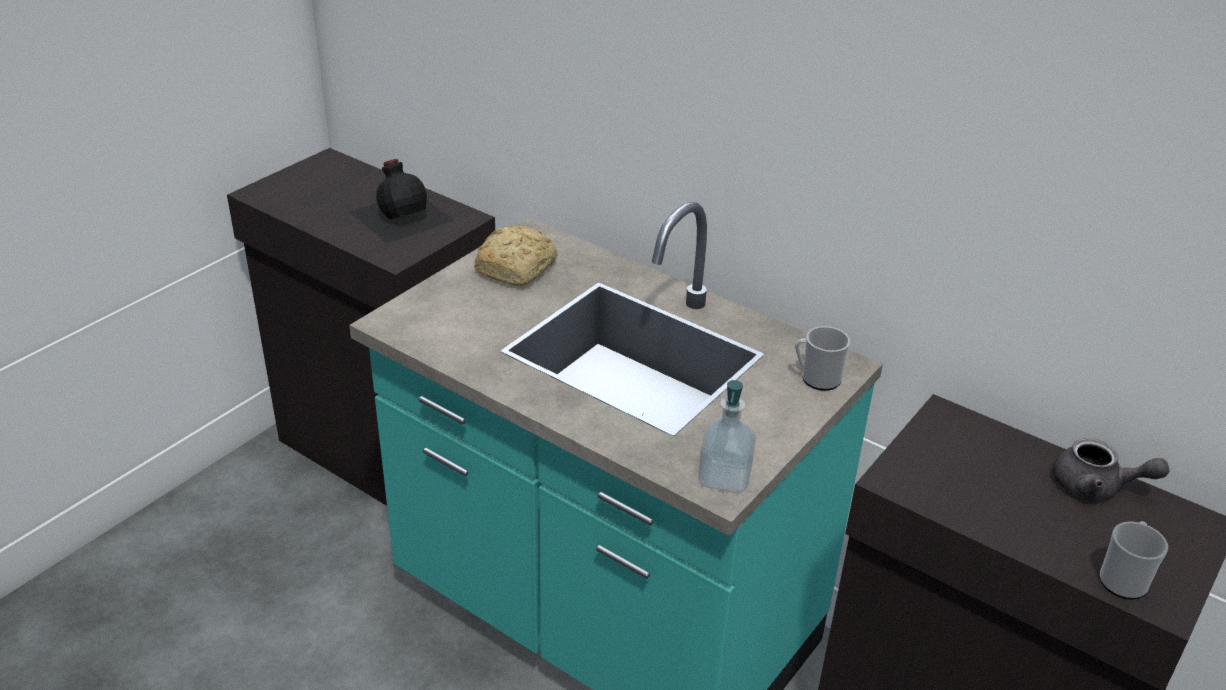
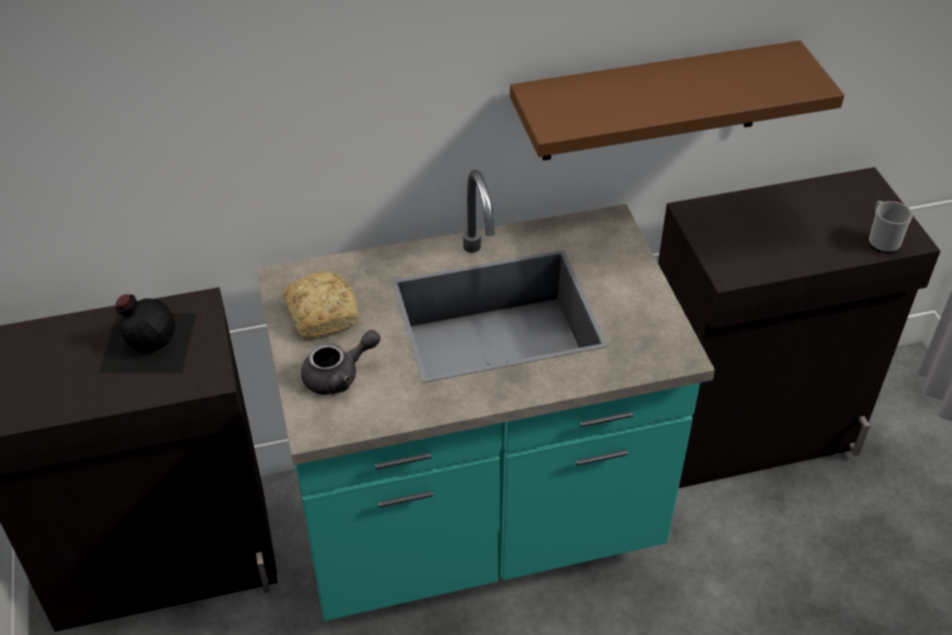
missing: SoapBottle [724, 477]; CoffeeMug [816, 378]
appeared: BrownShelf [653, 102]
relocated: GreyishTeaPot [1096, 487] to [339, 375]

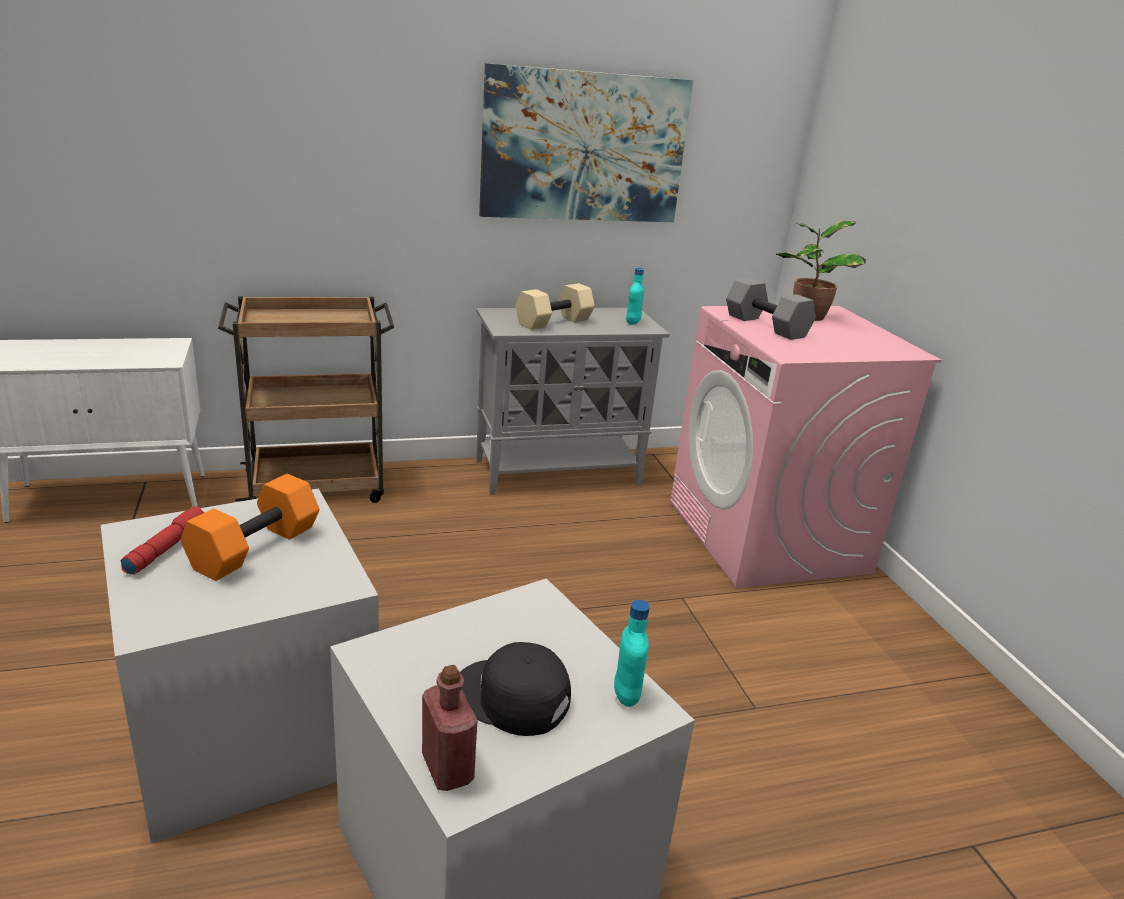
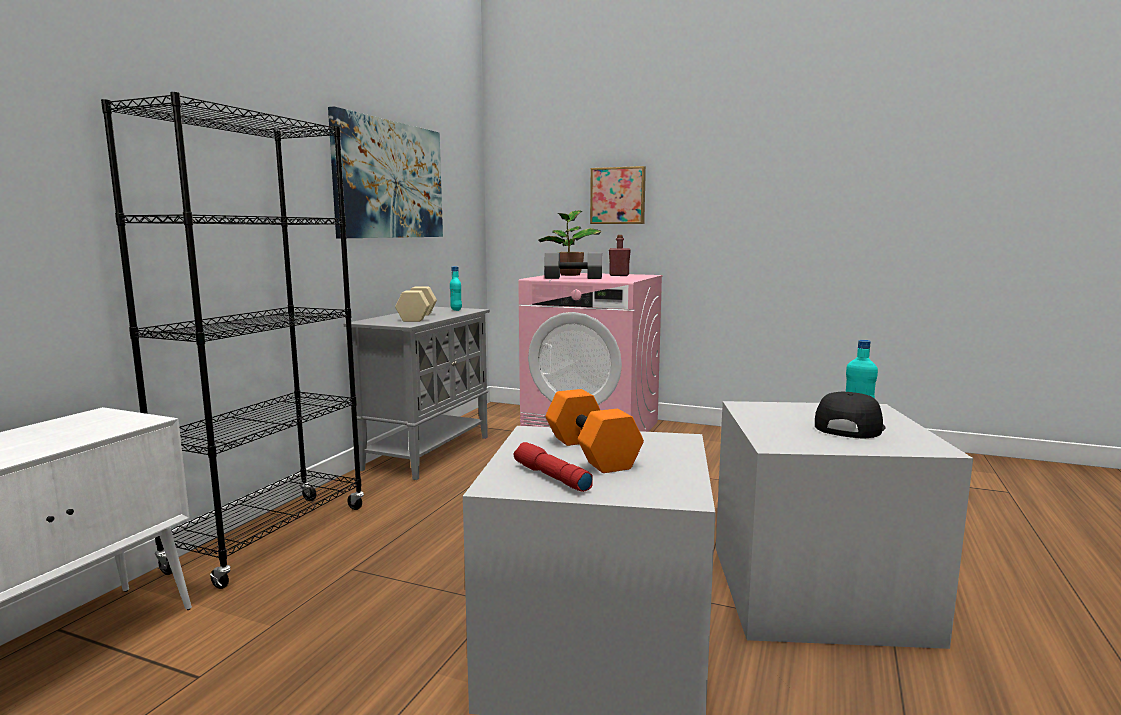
appeared: WallPicture [618, 196]
relocated: ReddishDrinkBottle [447, 768] to [619, 275]
exchanged: BrownWheeledCart [317, 486] to BlackBookshelf [271, 538]
spun: BlackCap [511, 698] = [848, 426] 150 degrees clockwise

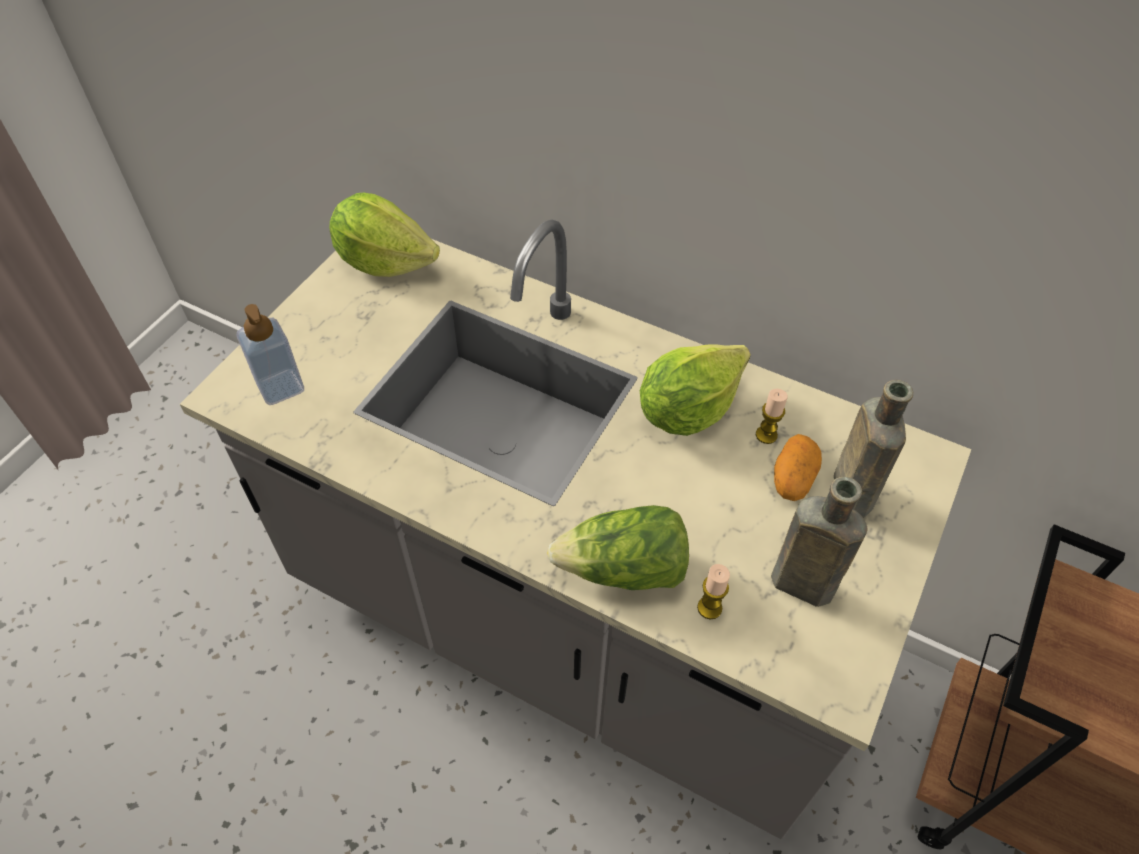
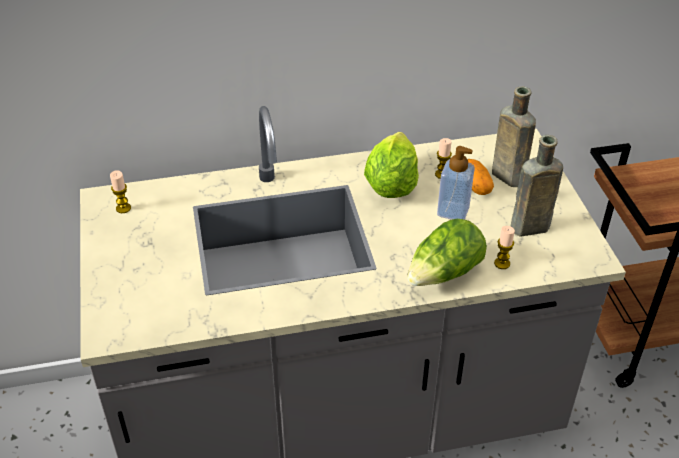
relocated: SoapBottle [280, 387] to [453, 211]
exchanged: Lettuce [384, 261] to Candle [123, 208]

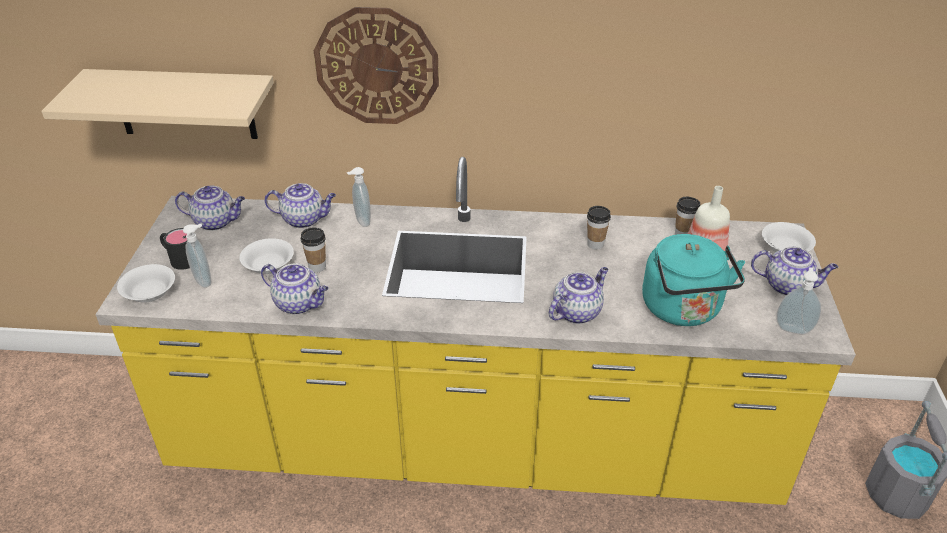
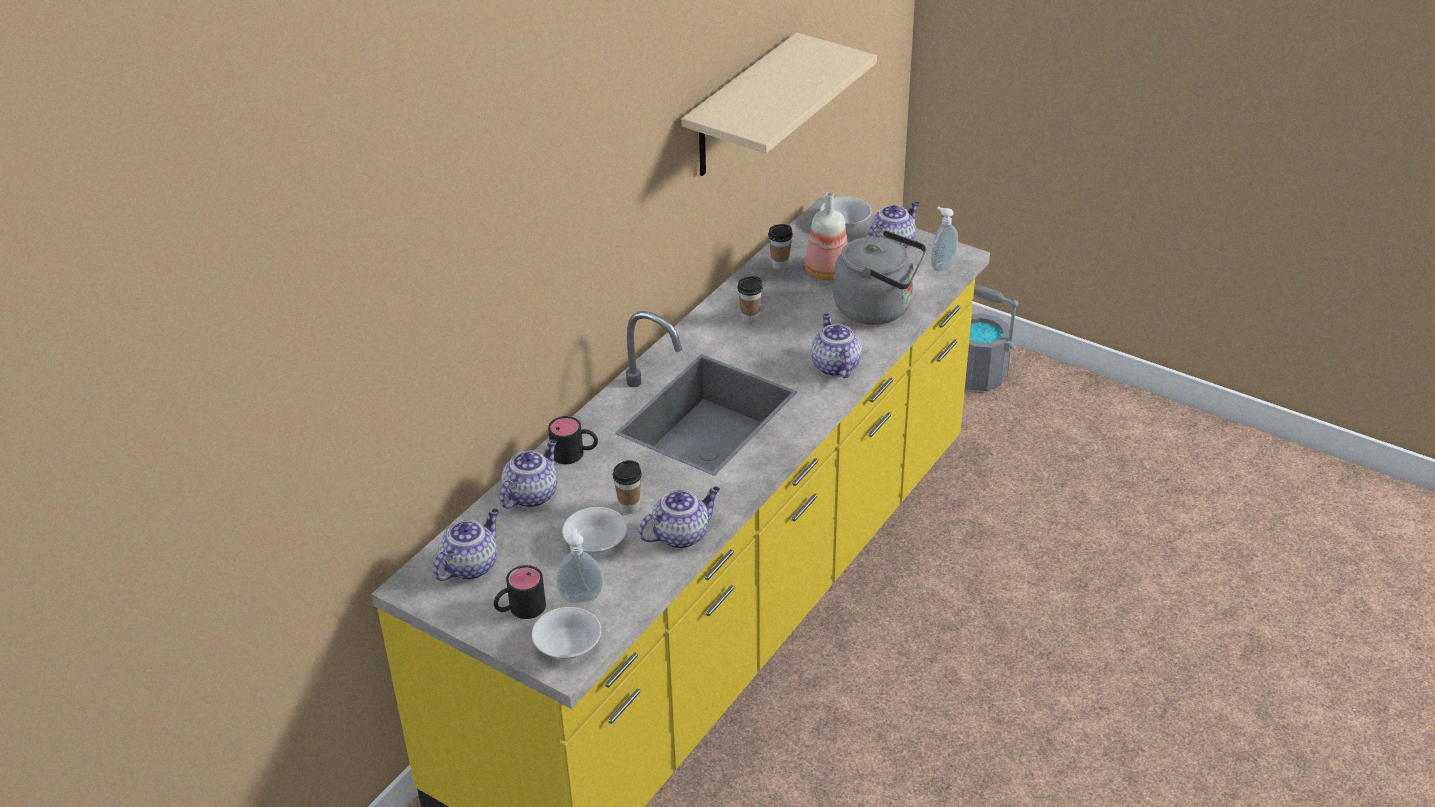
missing: ClockOnTheWall [377, 66]
relocated: BeigeColouredShelf [185, 104] to [741, 108]
exchanged: SoapBottle [361, 221] to BlackCoffeeMug [575, 454]
colour: TurquoiseColouredWaterKettle [683, 310] to GreyishWaterKettle [878, 308]

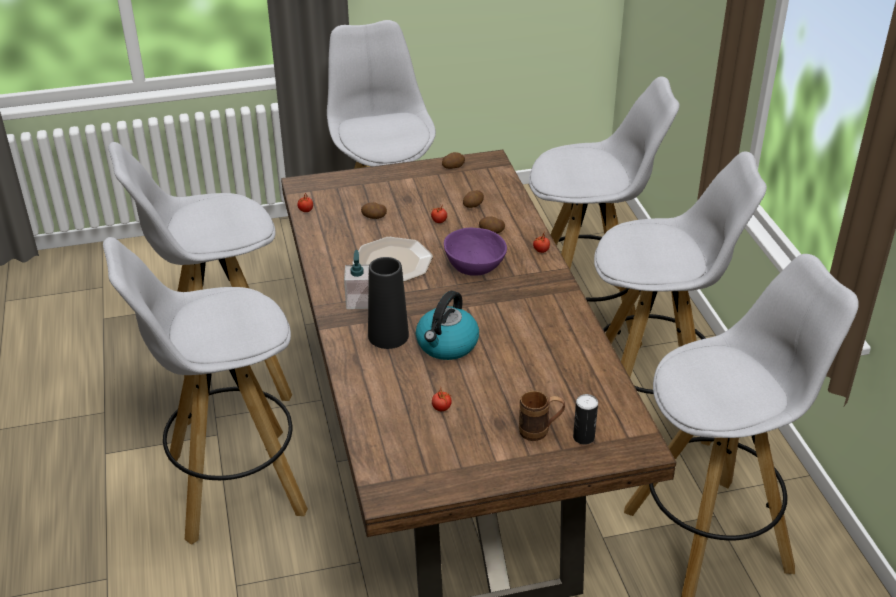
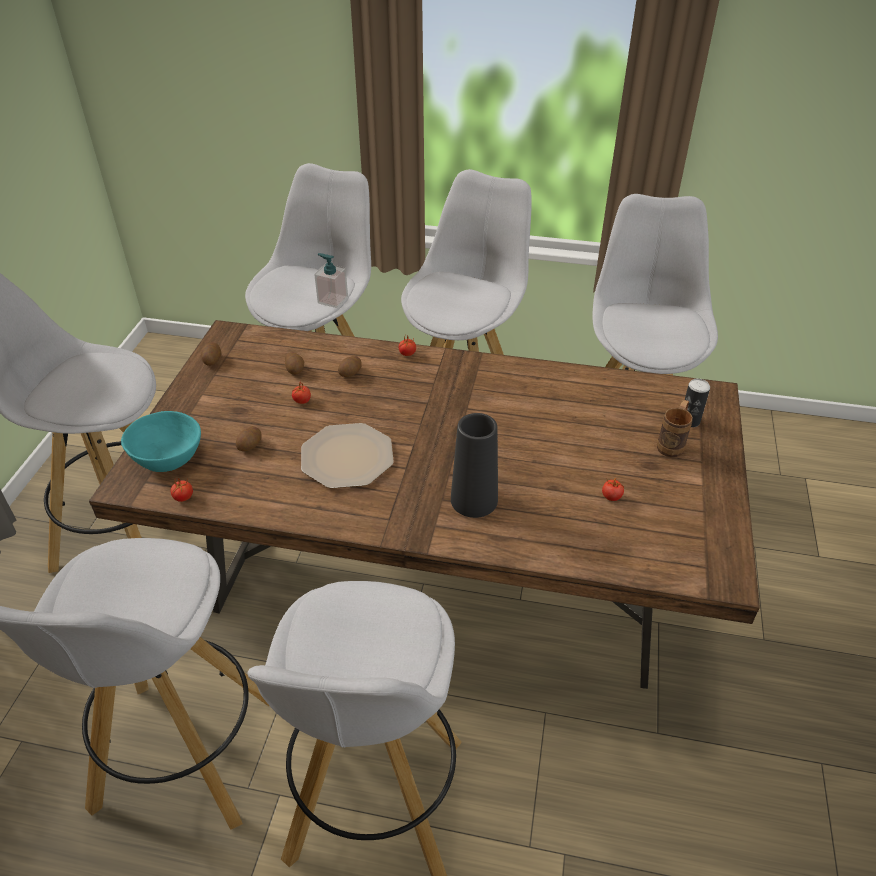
missing: WaterKettle [447, 345]; PurpleColouredDeepDish [473, 266]
appeared: TurquoiseColouredDeepDish [167, 458]
relocated: SoapBottle [359, 301] to [332, 300]

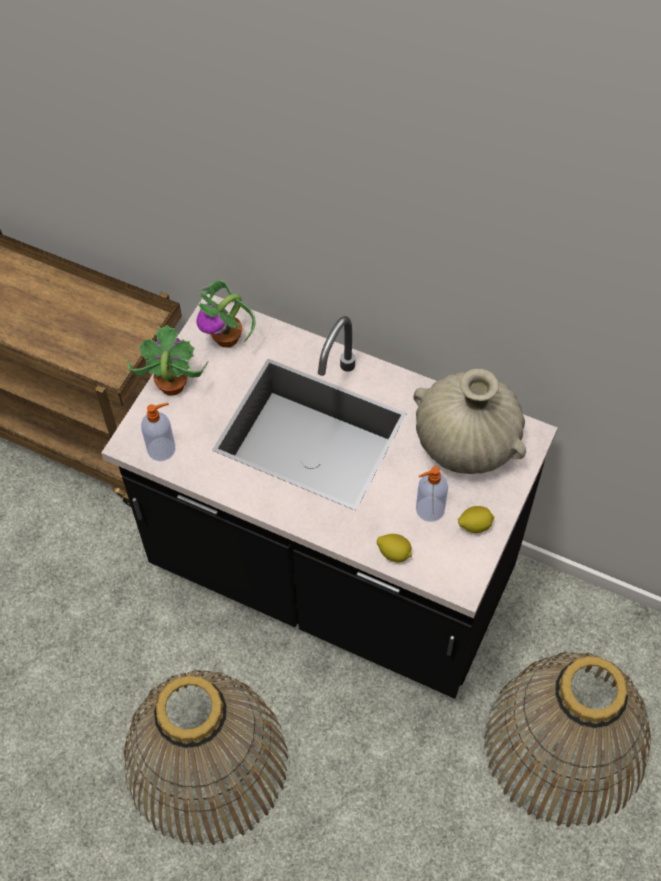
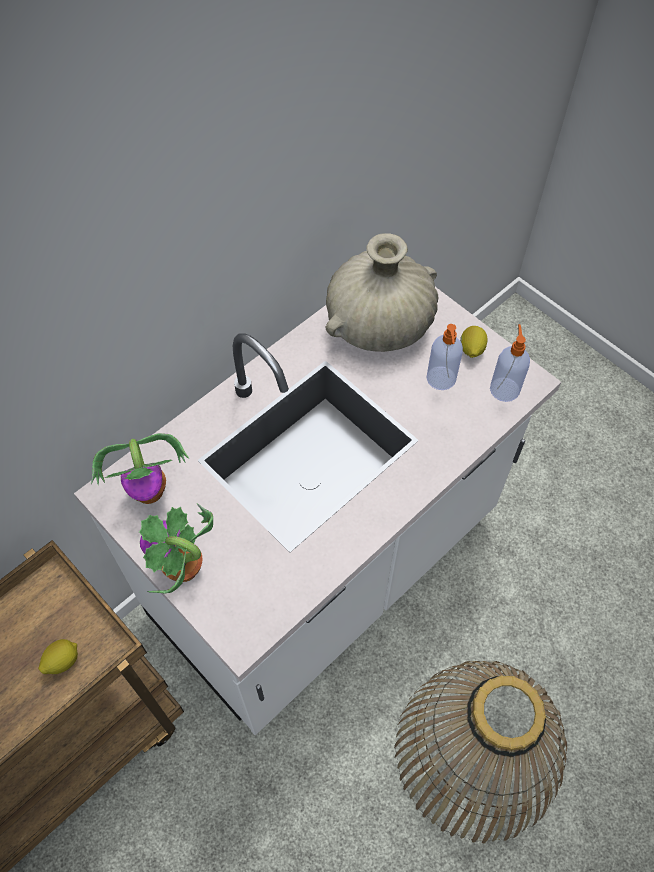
missing: StorageBasket [565, 745]
relocated: Lemon [394, 553] to [62, 661]; SoapBottle [162, 449] to [504, 388]
colour: BlackKitchenCounter [332, 574] to WhitishKitchenCounter [327, 568]

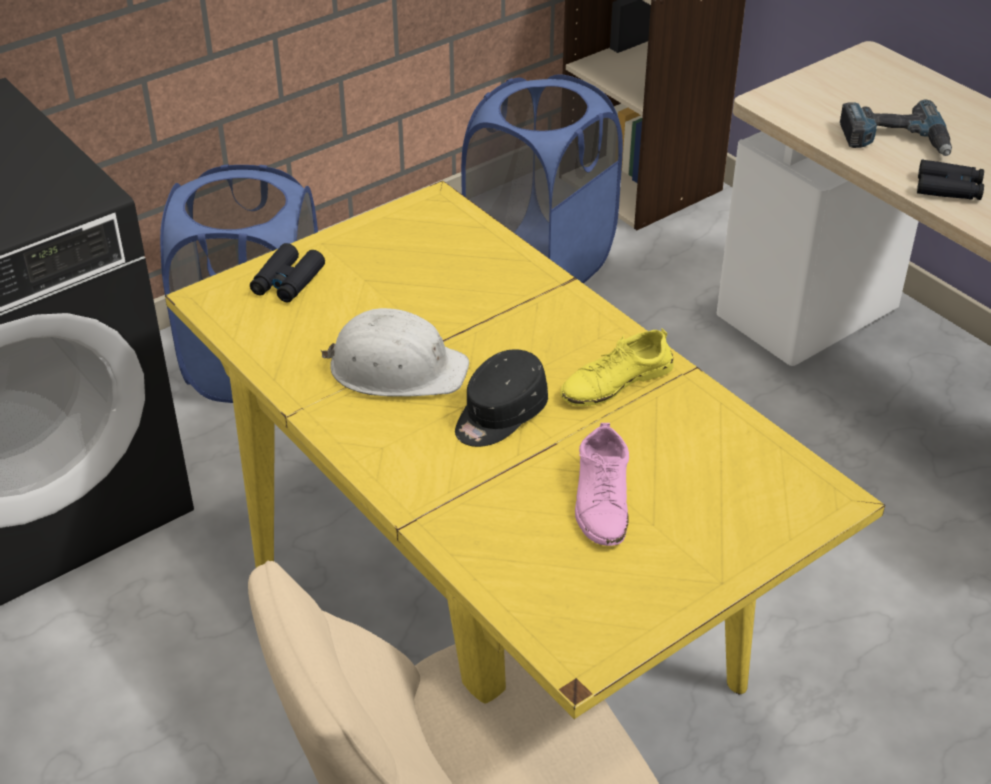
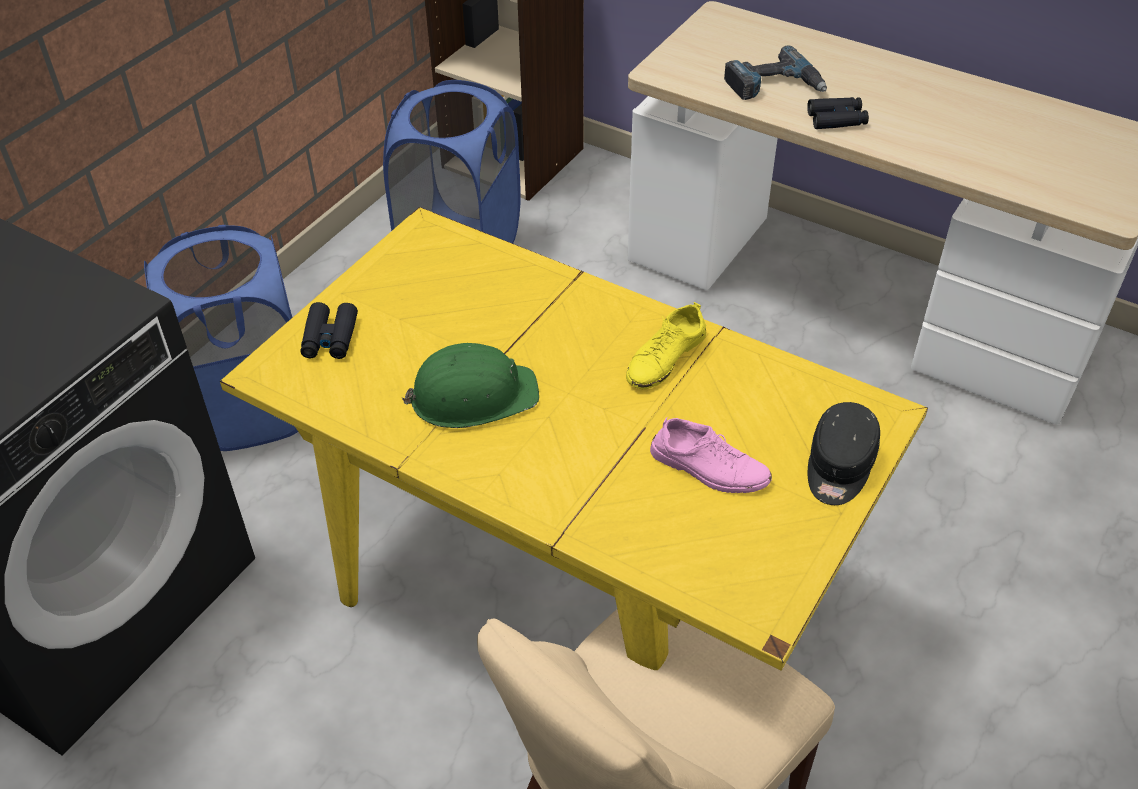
relocated: BlackCap [499, 415] to [839, 467]
colour: WhitishWorkHelmet [396, 368] to GreenWorkHelmet [472, 395]
spun: PinkishShoe [602, 499] = [709, 468] 45 degrees counterclockwise

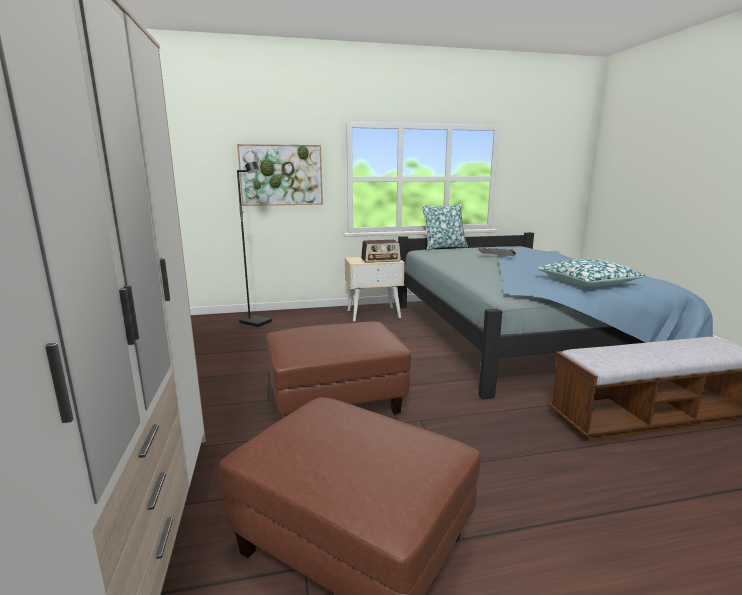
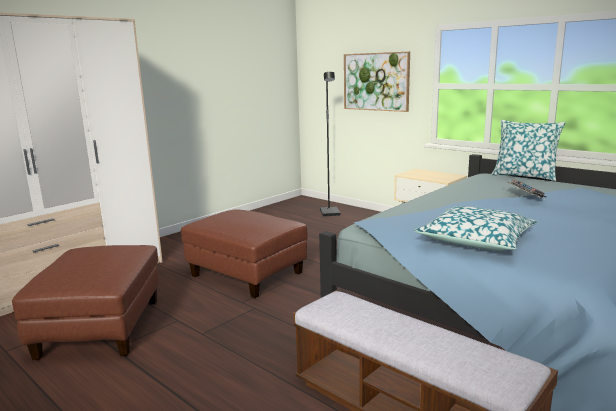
missing: RadioReceiver [381, 260]

